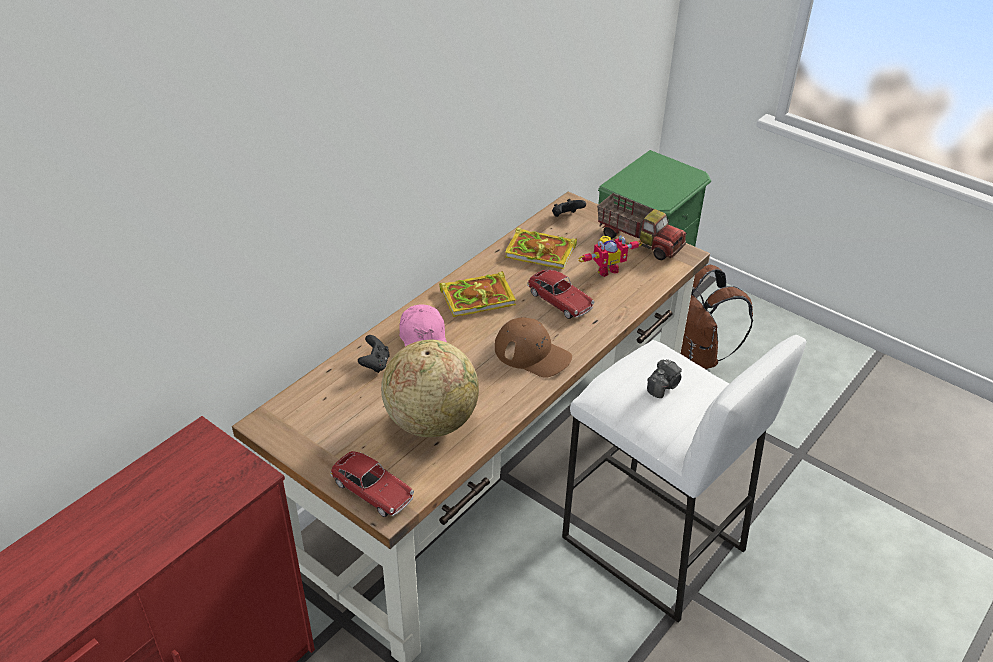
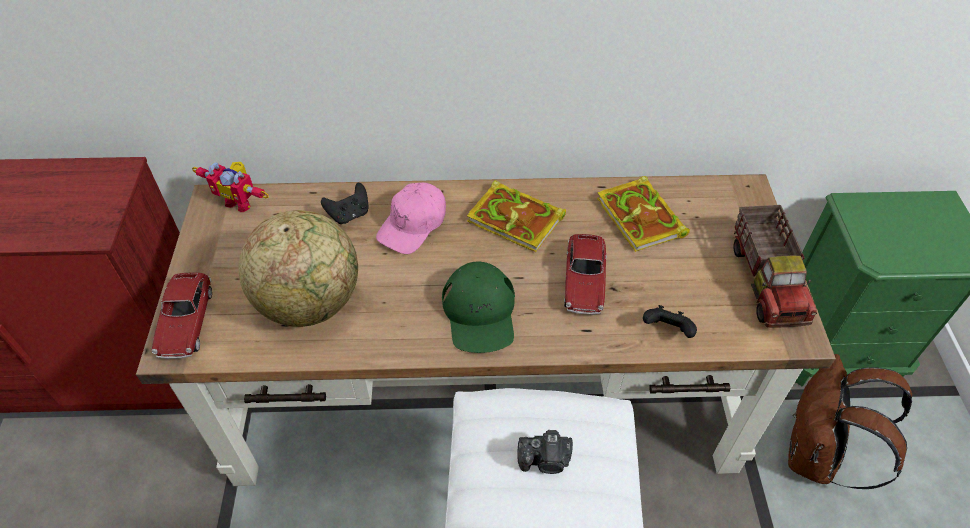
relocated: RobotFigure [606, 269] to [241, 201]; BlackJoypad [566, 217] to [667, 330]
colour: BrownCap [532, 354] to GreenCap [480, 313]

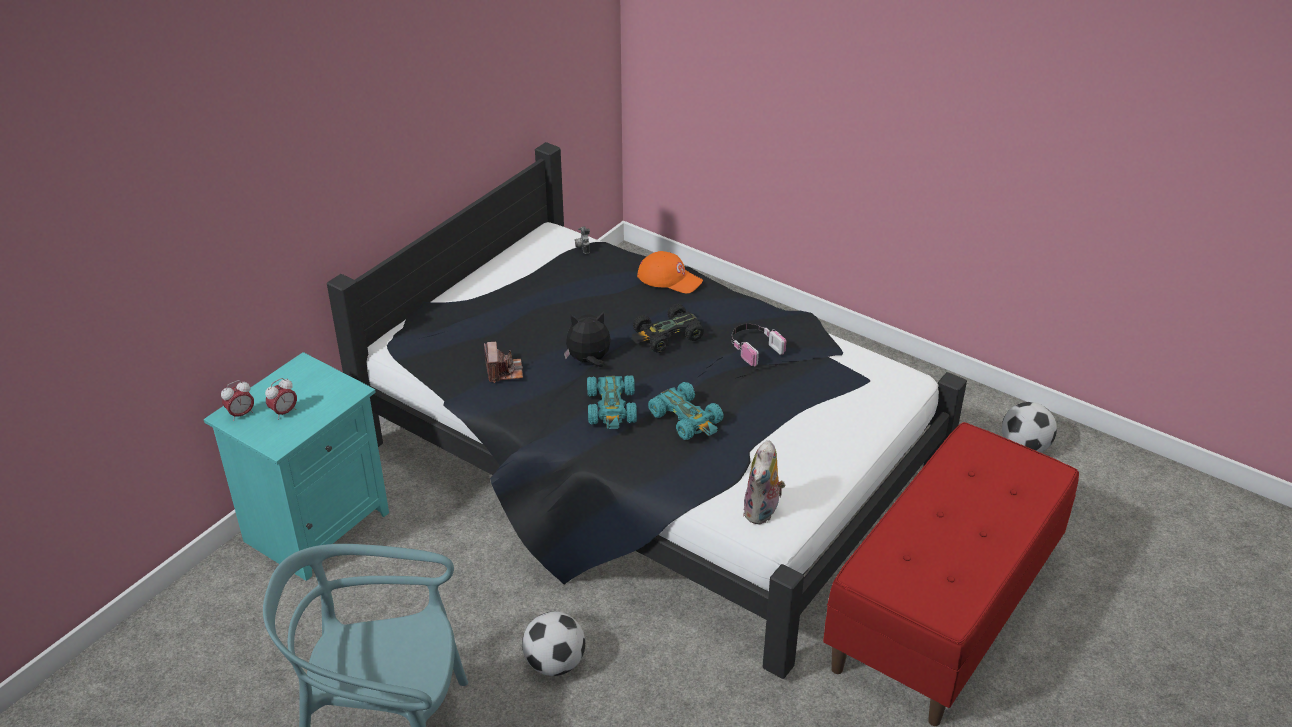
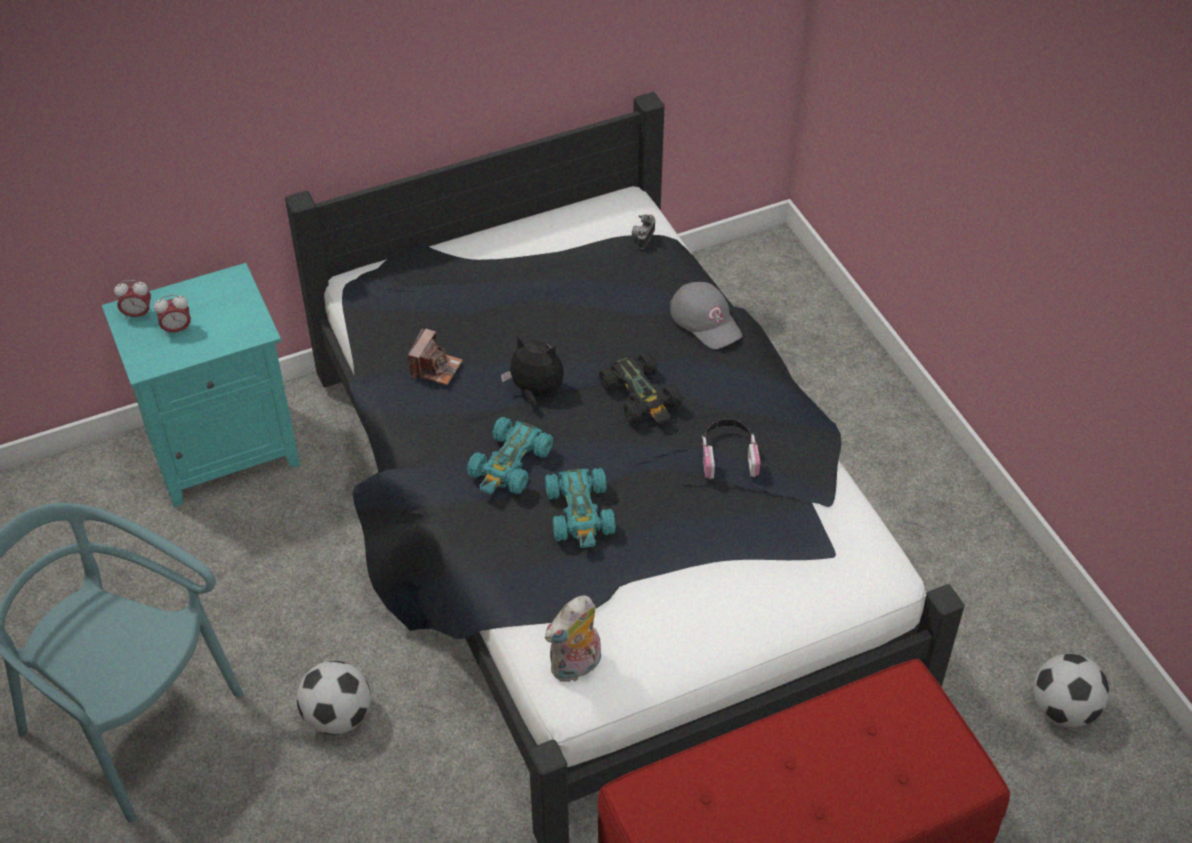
colour: OrangeCap [669, 279] to GreyishCap [706, 320]
spun: BlackModelCar [667, 336] = [641, 396] 120 degrees counterclockwise

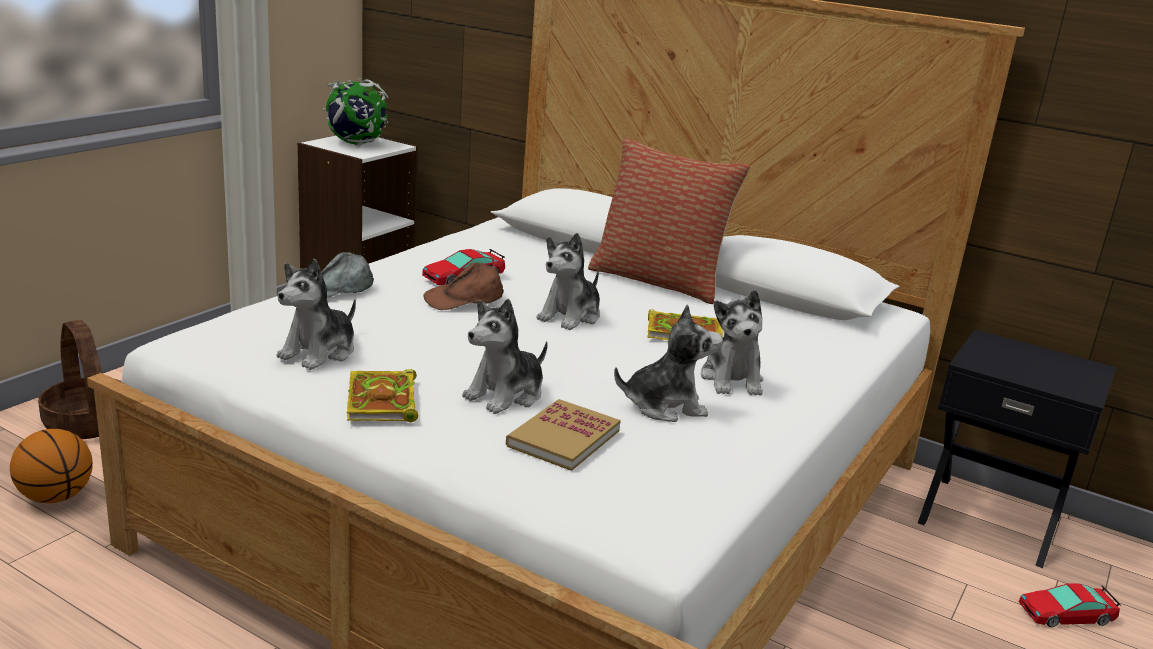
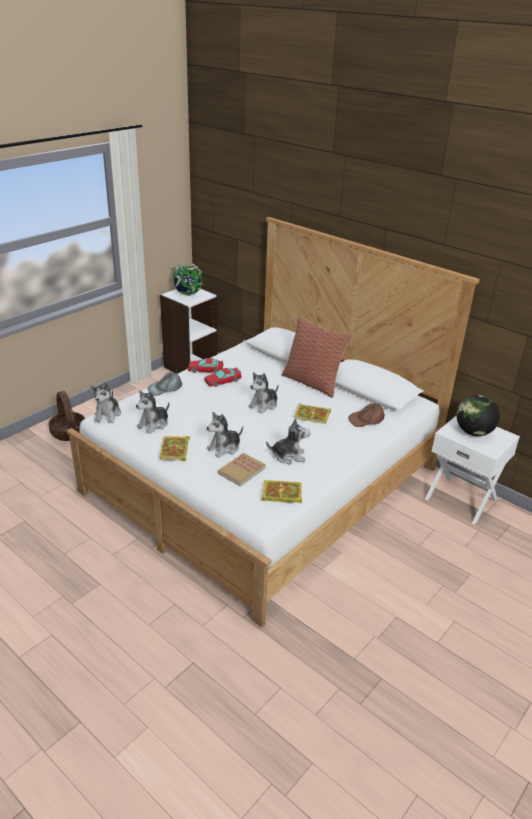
missing: Basketball [55, 497]
appeared: Book [281, 494]; DeskGlobe [473, 432]
relocated: SoftToy [732, 379] to [108, 415]; ModelCar [1066, 614] to [205, 369]; BrownCap [464, 299] to [366, 419]
colour: BlackNightstand [990, 518] to WhitishNightstand [461, 498]

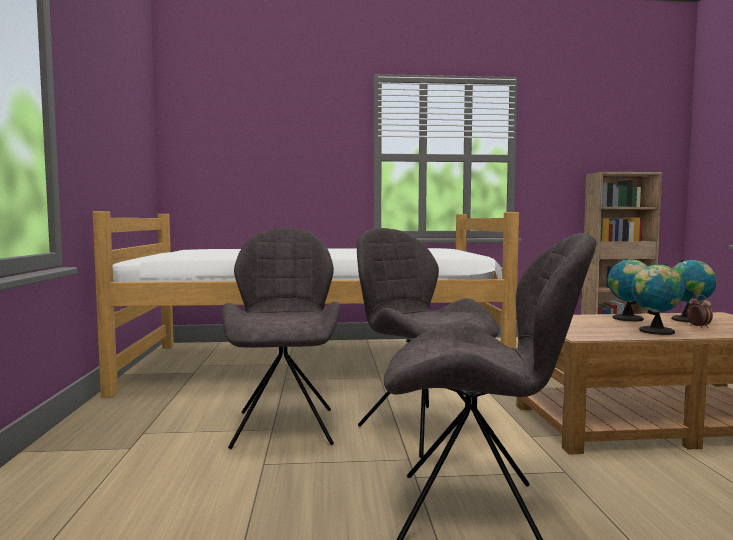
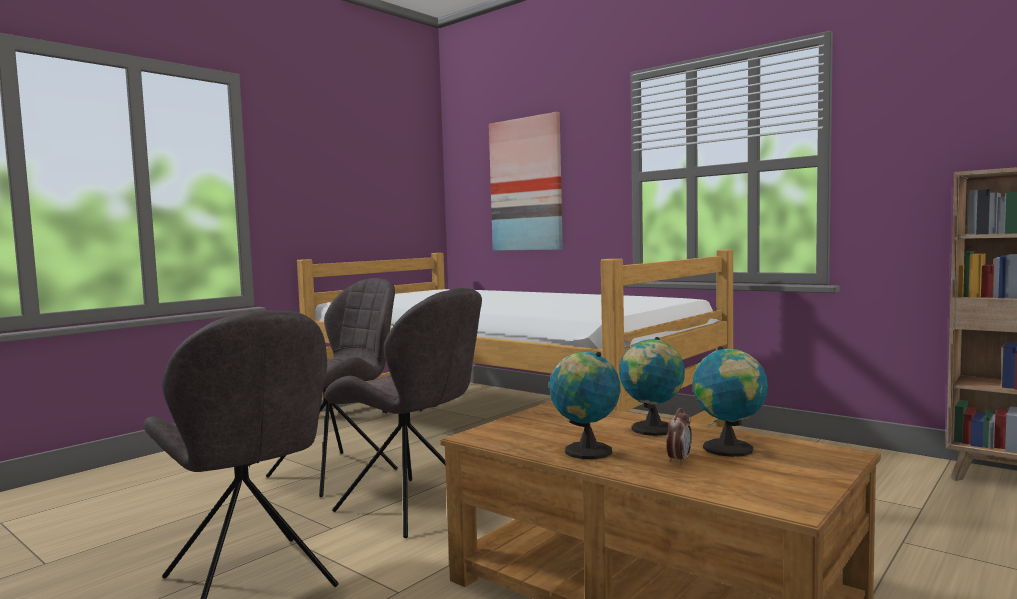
appeared: WallPicture [526, 184]
spun: GreyishChair [421, 428] = [412, 508] 120 degrees clockwise

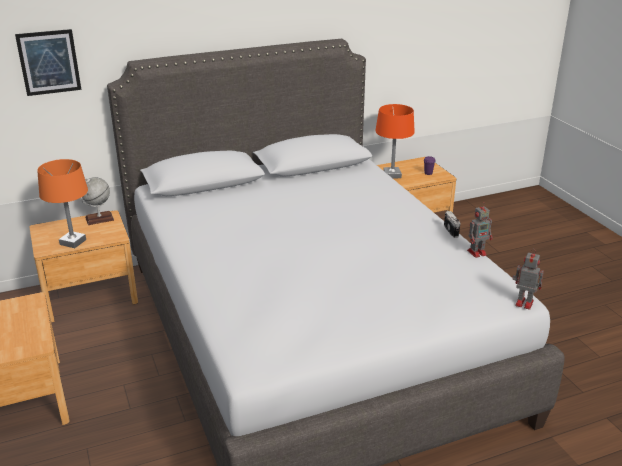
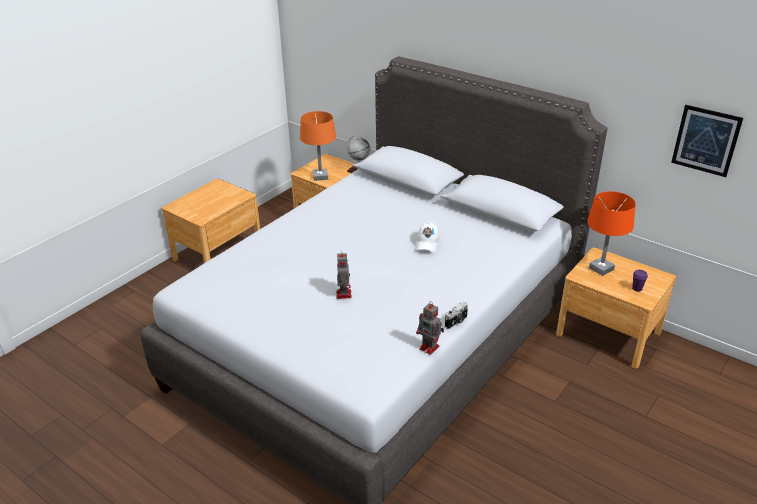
appeared: WhitishCap [427, 243]
relocated: RobotFigure [523, 303] to [343, 294]; WallPicture [49, 62] to [706, 140]

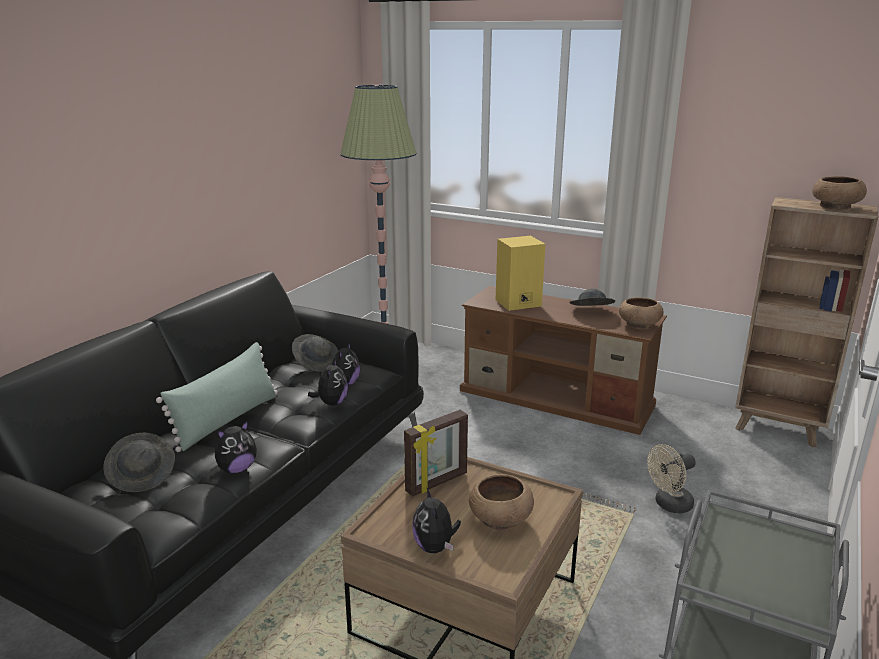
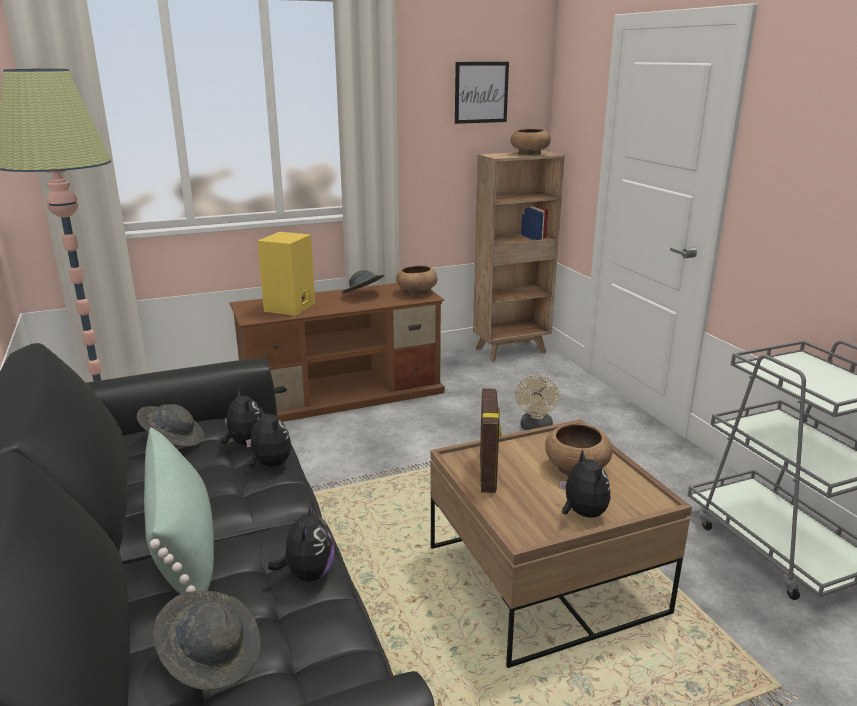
appeared: WallPicture [481, 92]
spun: SoftToy [435, 547] = [582, 513] 135 degrees counterclockwise

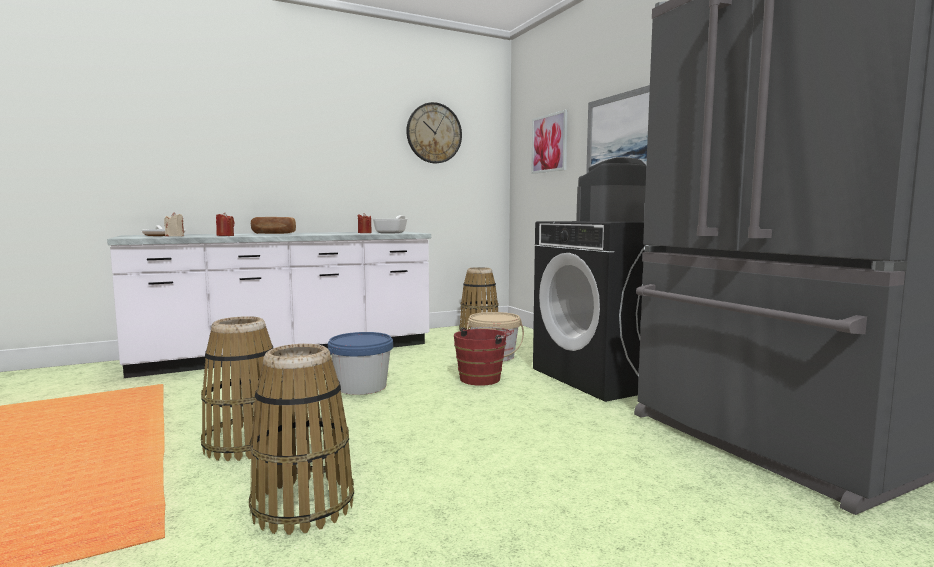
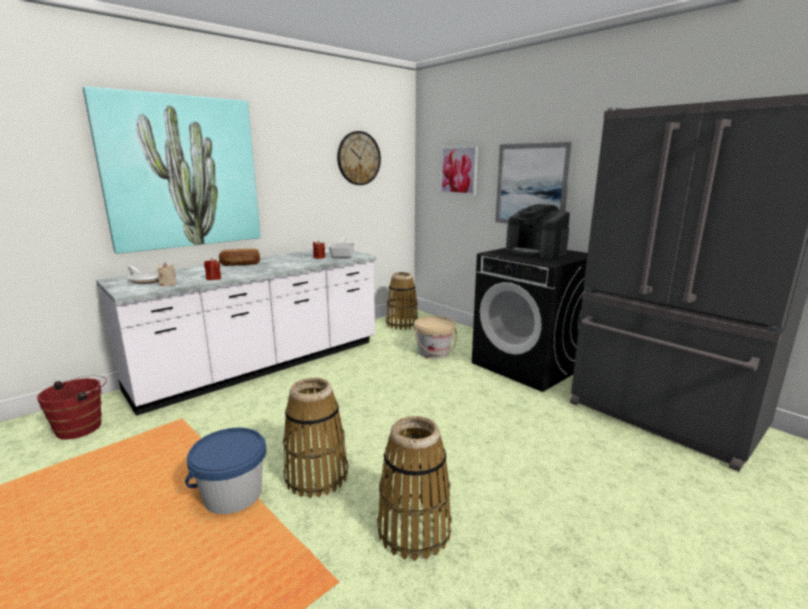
appeared: WallPicture [182, 173]
relocated: ReddishWaterBucket [482, 378] to [83, 427]; BlueColouredWaterBucket [361, 387] to [233, 495]
spun: CoffeeMachine [614, 221] = [536, 252] 75 degrees counterclockwise

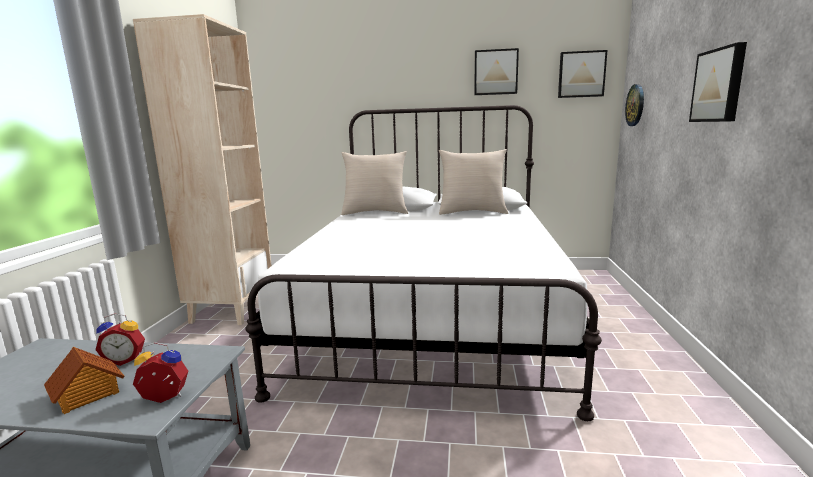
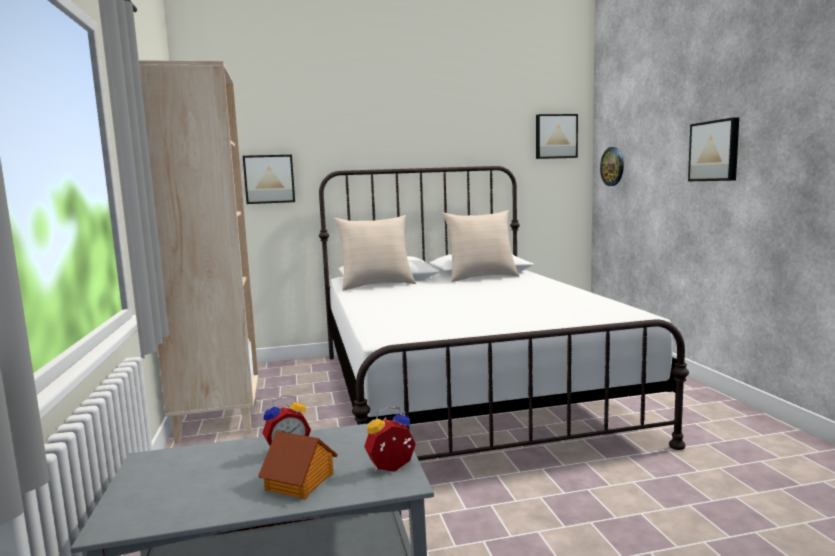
relocated: WallPicture [495, 72] to [269, 179]

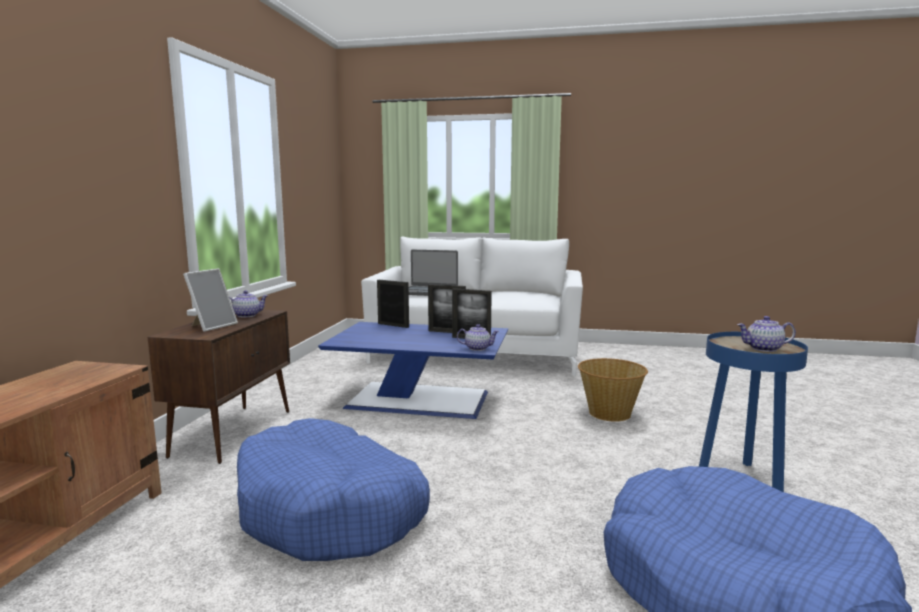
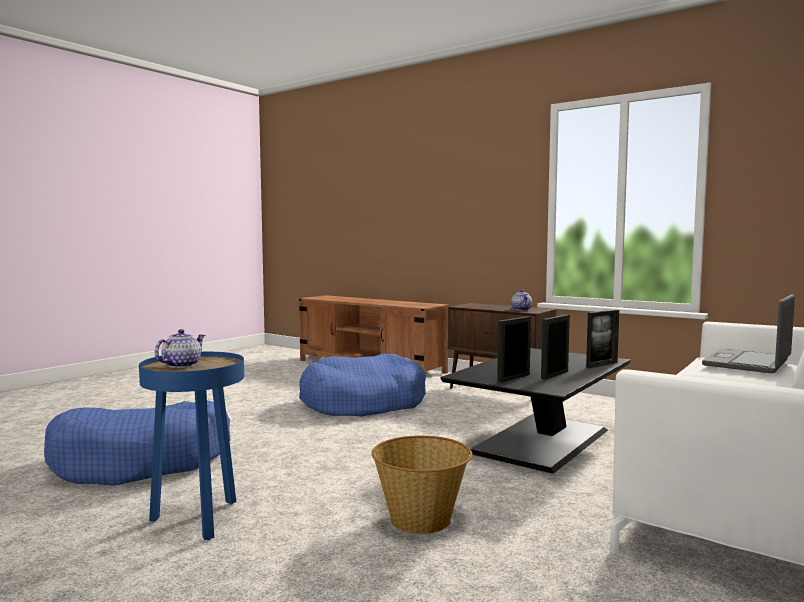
missing: StandingFrame [212, 326]; TeaPot [478, 348]
colour: BlueColouredLowTable [421, 399] to BlackLowTable [540, 441]

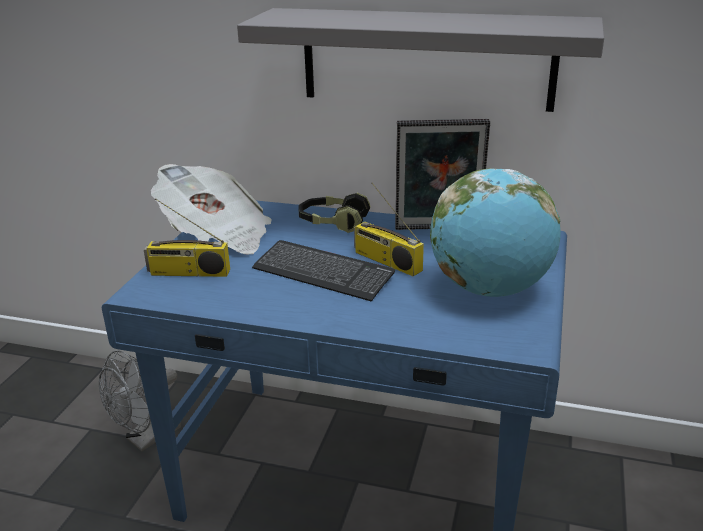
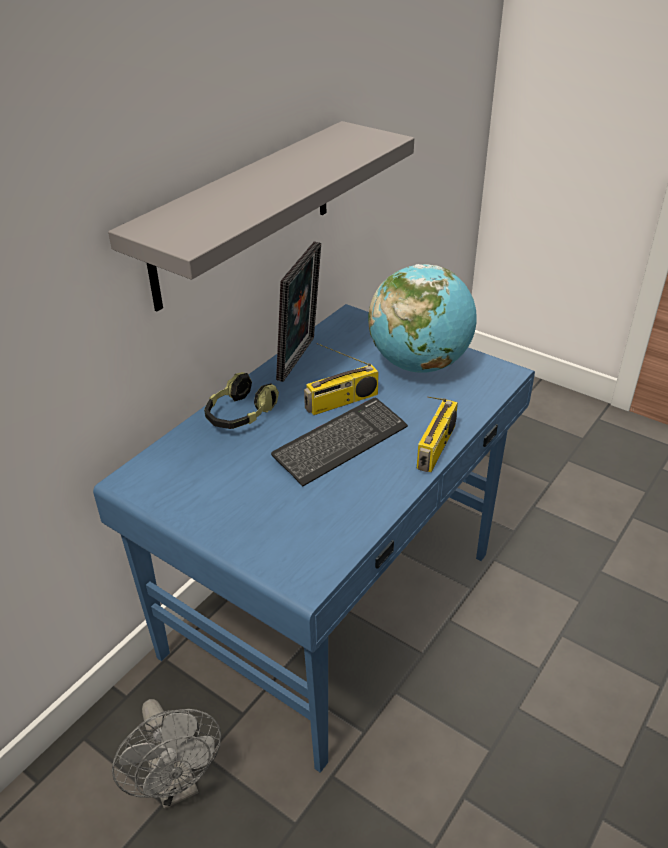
missing: PrintedPaper [217, 236]
relocated: RadioReceiver [188, 273] to [437, 448]

